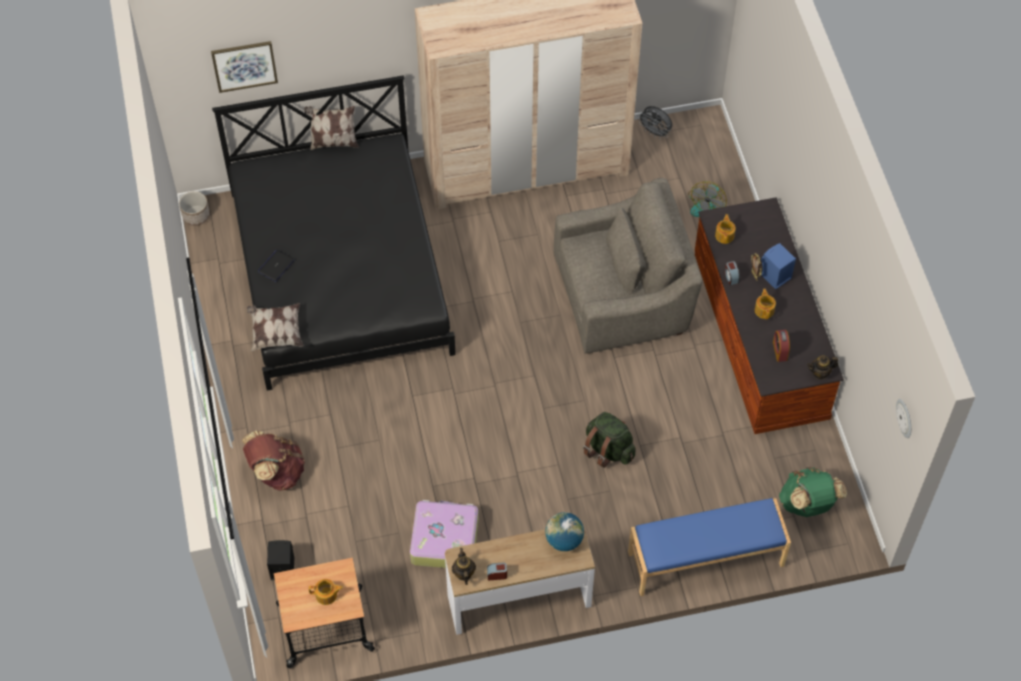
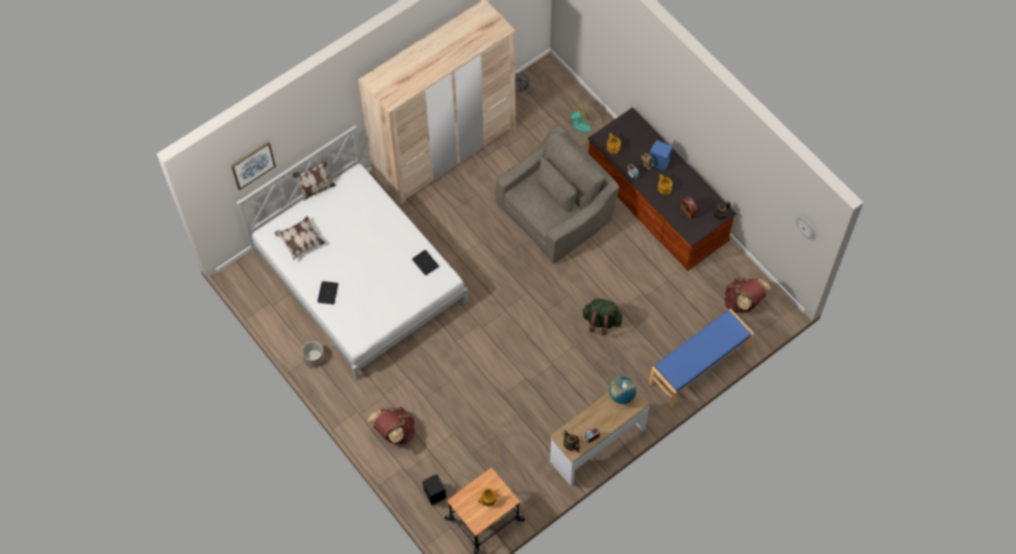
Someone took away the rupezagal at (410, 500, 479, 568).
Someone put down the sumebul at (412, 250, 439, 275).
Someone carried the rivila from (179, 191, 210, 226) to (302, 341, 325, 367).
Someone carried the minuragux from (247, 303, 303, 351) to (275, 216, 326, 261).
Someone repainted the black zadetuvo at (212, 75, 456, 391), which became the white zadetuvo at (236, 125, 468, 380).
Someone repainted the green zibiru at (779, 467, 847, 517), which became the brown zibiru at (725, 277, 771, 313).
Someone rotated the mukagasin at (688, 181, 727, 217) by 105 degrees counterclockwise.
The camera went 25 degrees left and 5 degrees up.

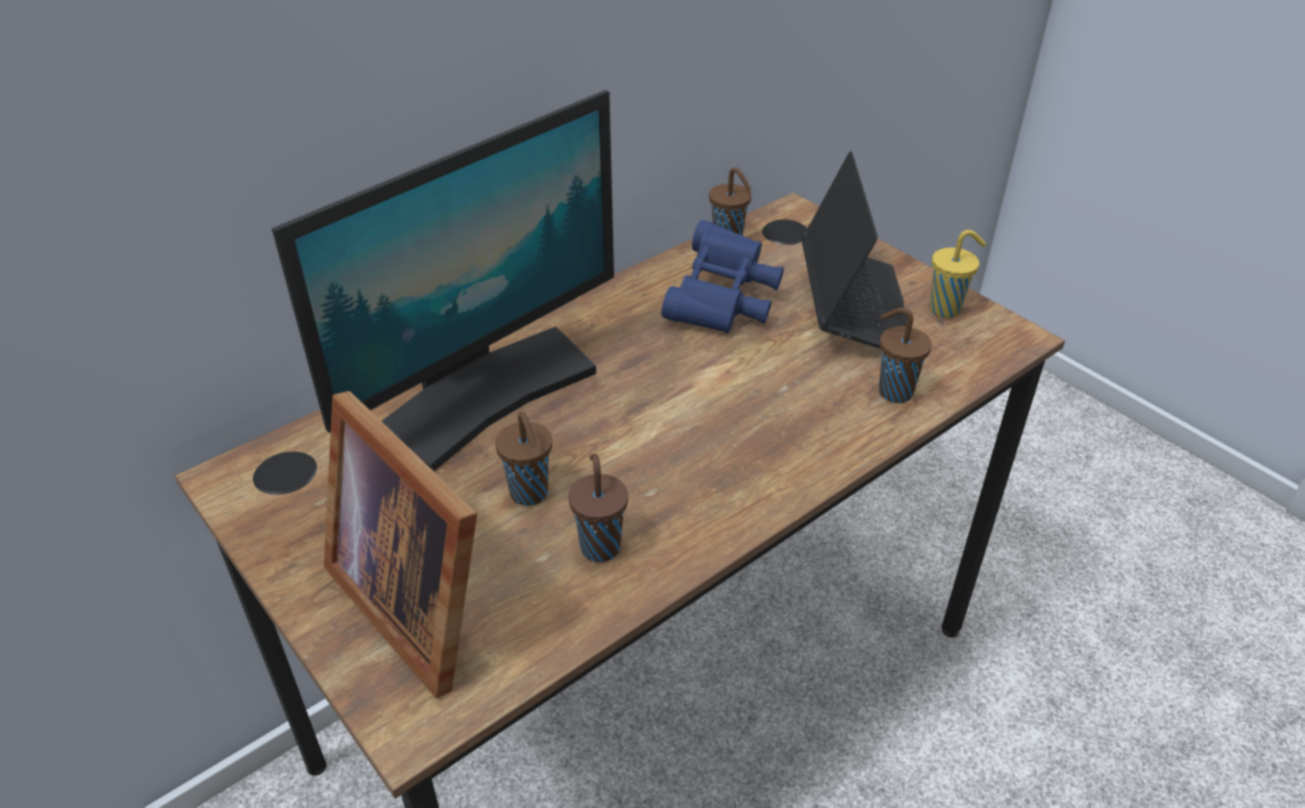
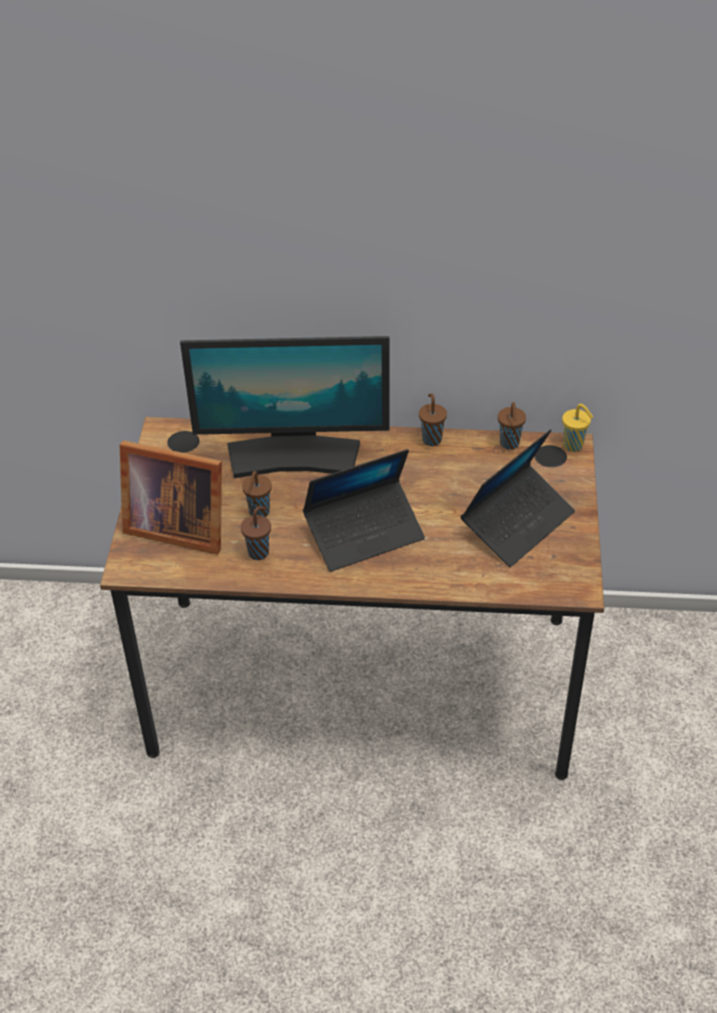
Someone took away the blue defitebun at (661, 220, 784, 334).
Someone put down the sumebul at (303, 449, 425, 572).
Someone carried the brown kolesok from (879, 308, 932, 403) to (419, 393, 447, 446).
Someone carried the yellow kolesok from (929, 230, 986, 318) to (562, 404, 593, 452).
Someone rotated the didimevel at (324, 391, 477, 698) by 75 degrees counterclockwise.
The camera went 45 degrees right and 5 degrees up.

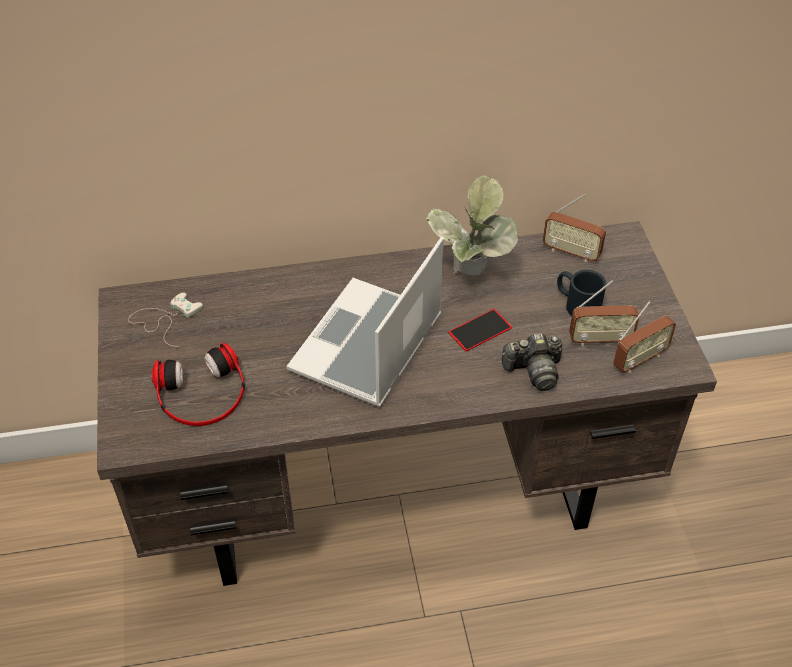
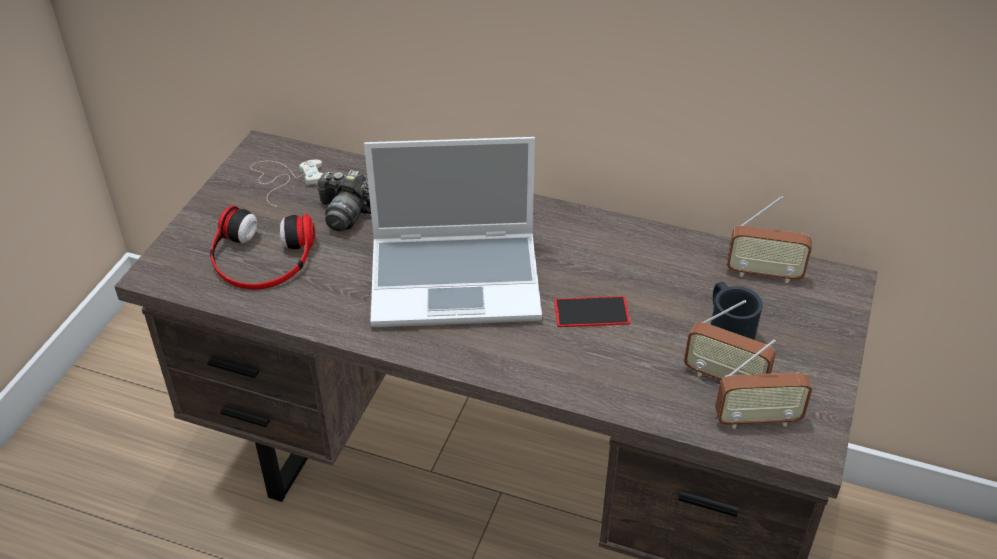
Someone took away the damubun at (425, 175, 518, 276).
Someone carried the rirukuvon from (502, 333, 563, 391) to (317, 170, 371, 232).
Someone rotated the sumebul at (286, 237, 444, 407) by 150 degrees counterclockwise.
Someone rotated the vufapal at (543, 194, 606, 263) by 45 degrees counterclockwise.
The camera went 30 degrees right and 5 degrees down.

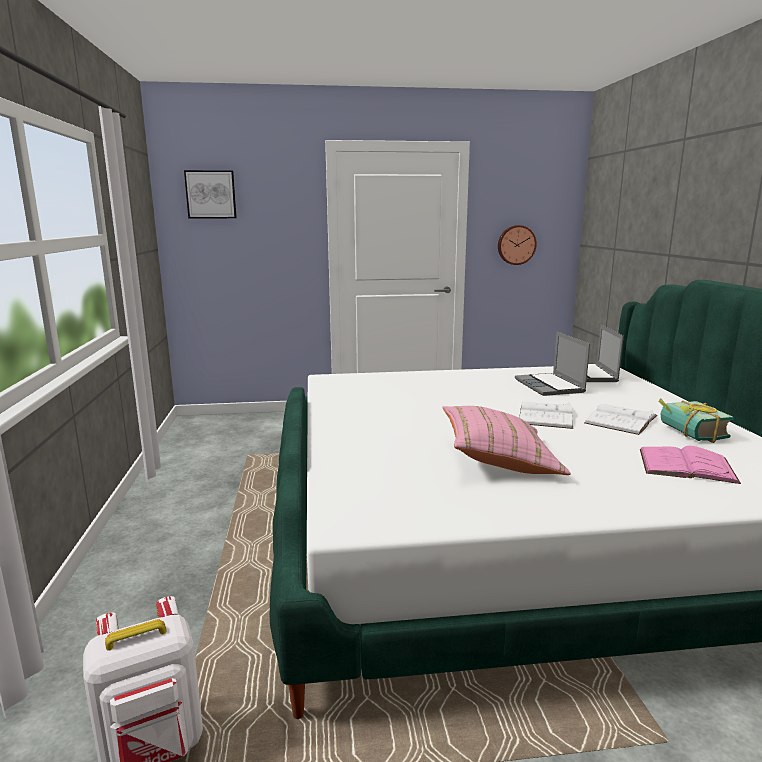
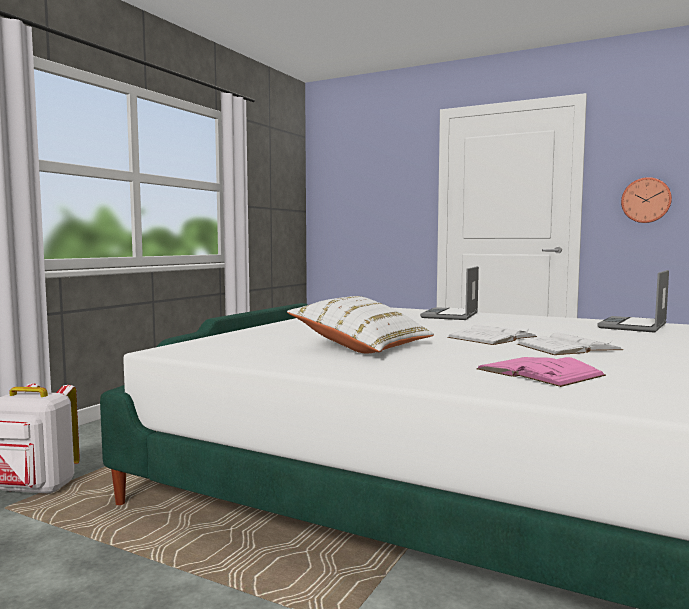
Someone took away the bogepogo at (184, 170, 237, 219).
Someone took away the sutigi at (658, 399, 734, 443).
Someone carried the sumebul from (515, 332, 590, 396) to (420, 266, 479, 320).
Someone repainted the pink minuragux at (442, 406, 571, 475), which became the white minuragux at (287, 296, 434, 353).
The camera went 35 degrees right and 10 degrees down.

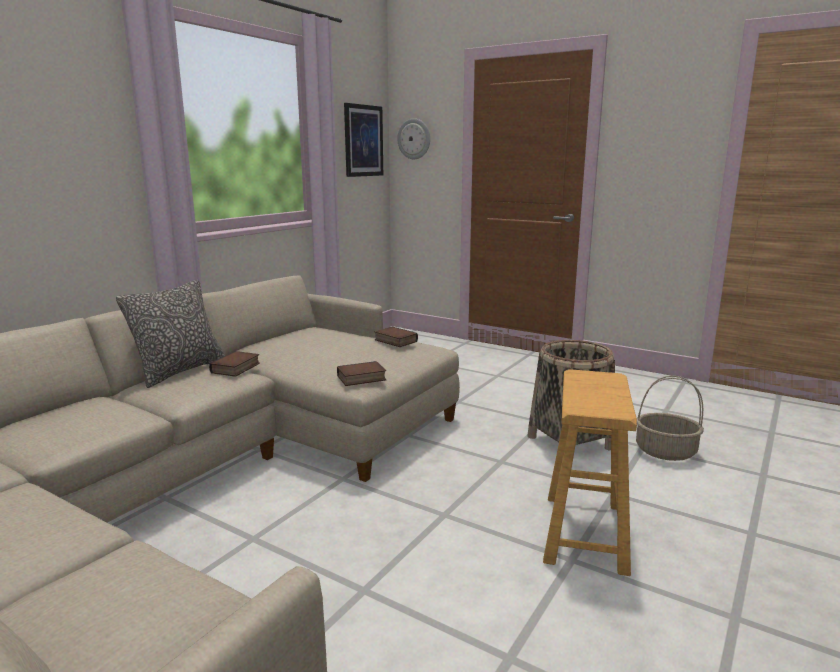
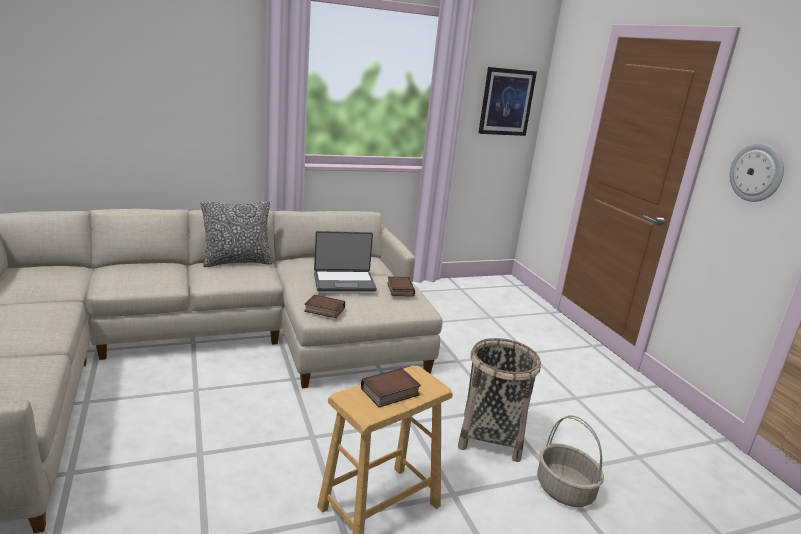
Someone put down the sumebul at (314, 231, 377, 292).
Someone carried the sutigi from (209, 351, 260, 377) to (361, 368, 421, 407).
Someone carried the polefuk from (397, 118, 430, 159) to (729, 143, 784, 202).
The camera went 35 degrees right and 5 degrees up.

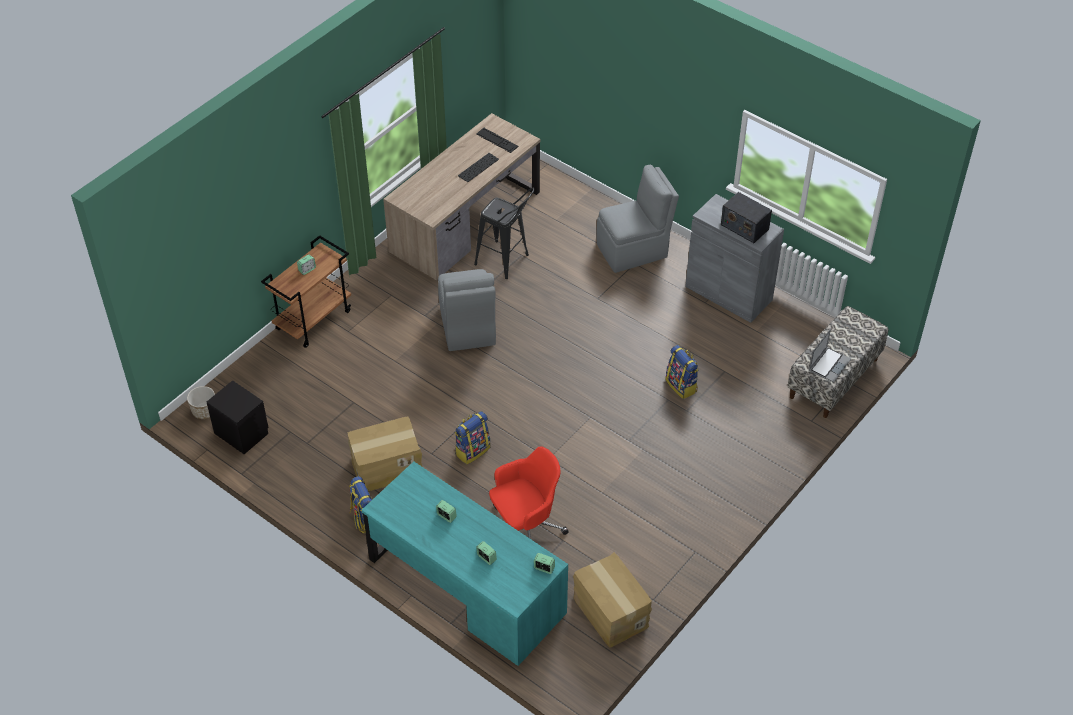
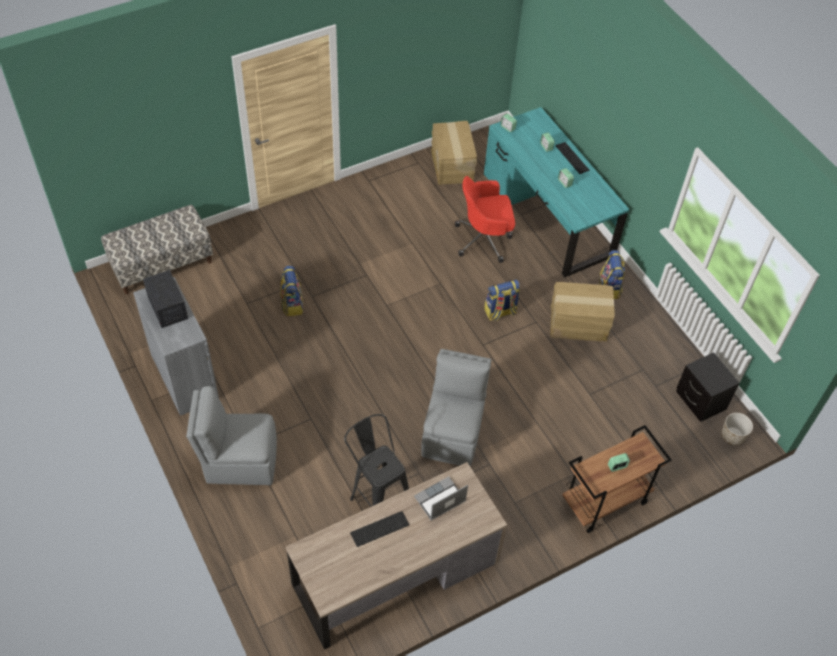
Someone carried the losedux from (476, 128, 518, 153) to (556, 142, 590, 174).
Someone carried the sumebul from (809, 329, 851, 383) to (414, 476, 468, 520).
The camera went 160 degrees left and 5 degrees up.

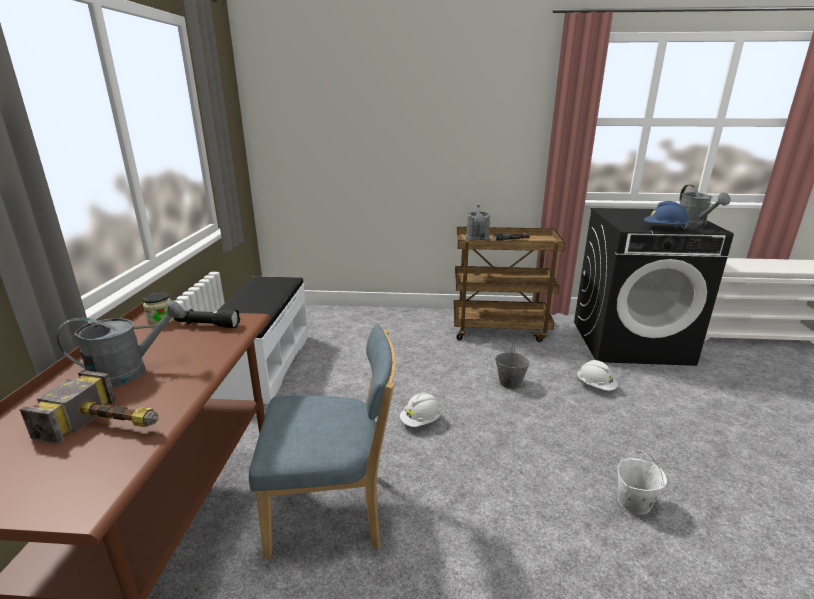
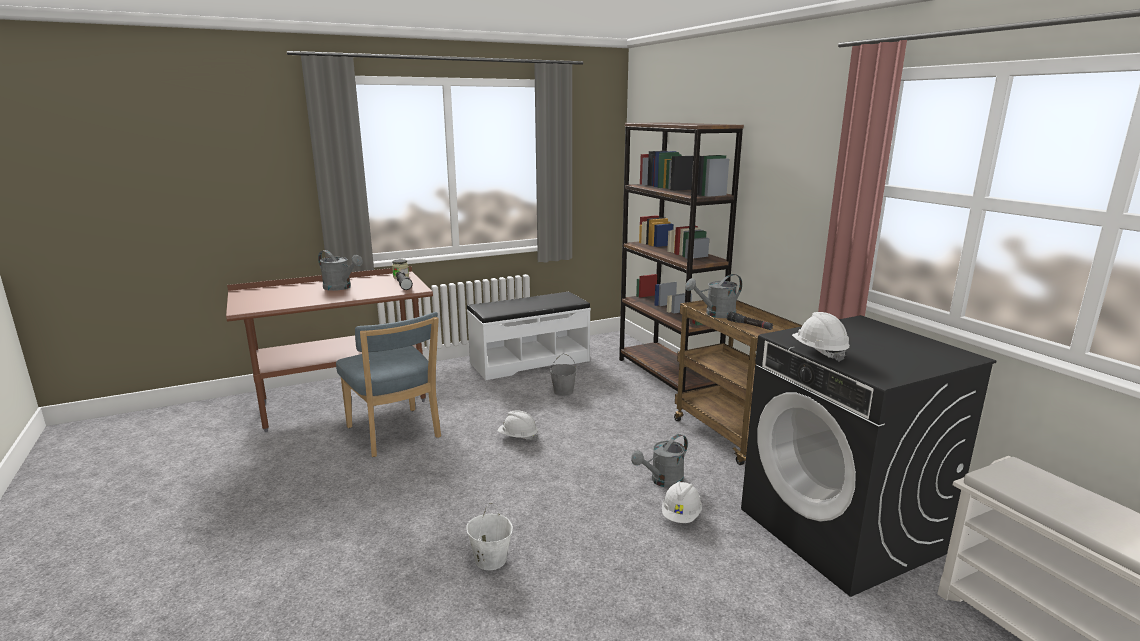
Someone took away the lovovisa at (19, 370, 159, 444).
Someone put down the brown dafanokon at (619, 122, 744, 393).
Someone carried the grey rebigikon from (495, 343, 530, 389) to (550, 353, 577, 396).
Someone carried the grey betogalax from (680, 185, 731, 228) to (631, 434, 688, 488).
Someone repainted the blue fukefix at (644, 201, 689, 230), which became the white fukefix at (792, 312, 850, 362).
The camera went 60 degrees right and 5 degrees down.

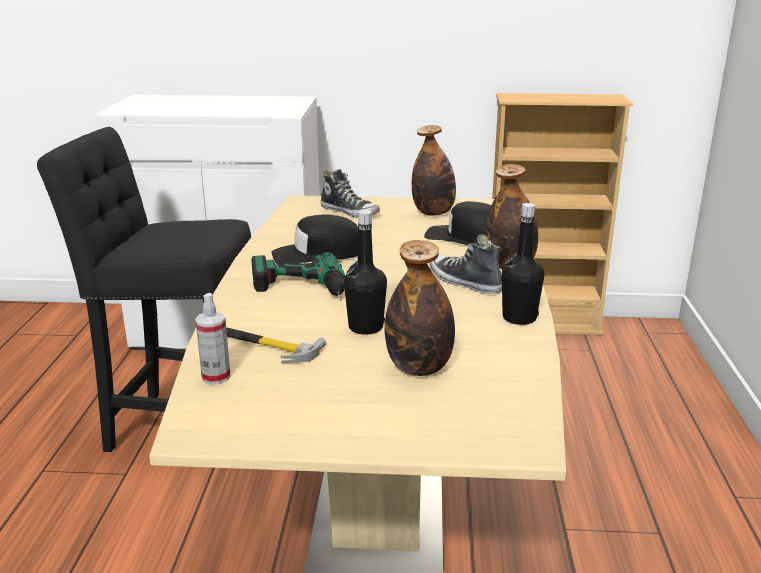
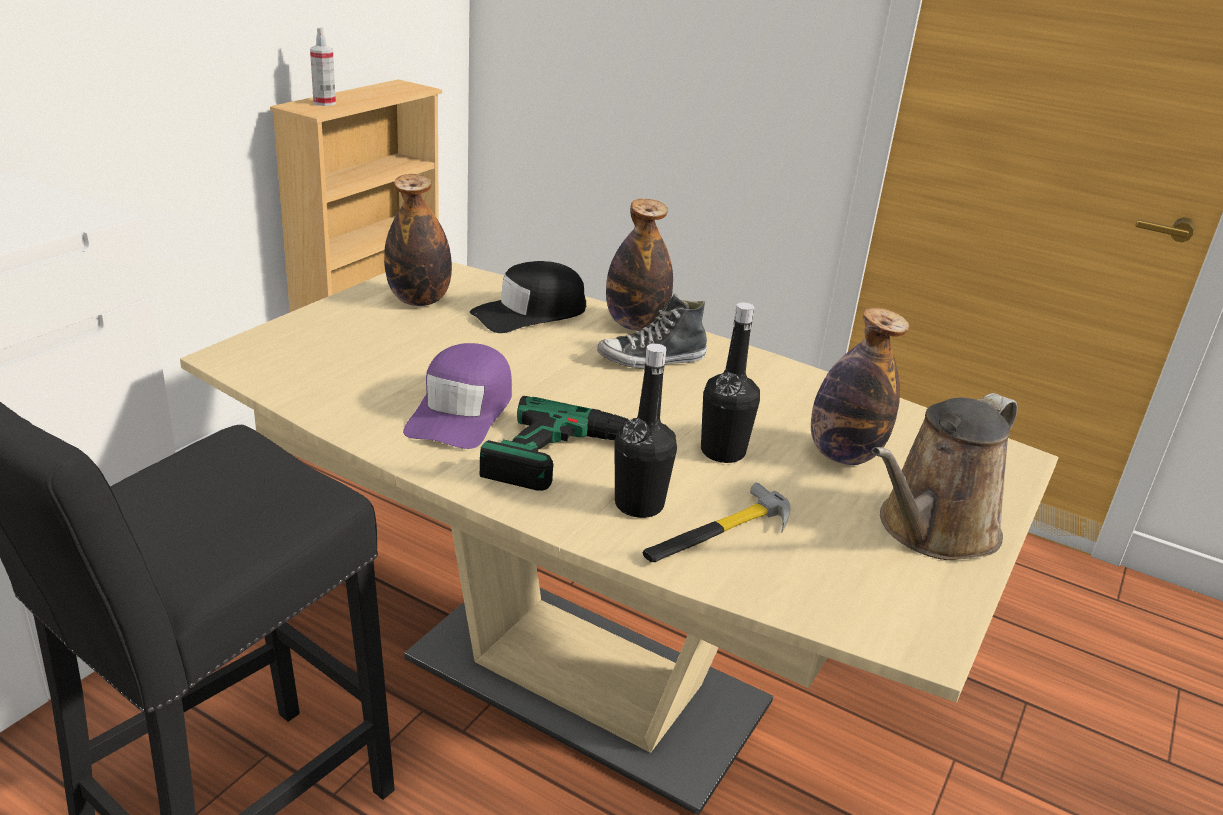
Someone took away the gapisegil at (321, 169, 380, 218).
Someone put down the brown betogalax at (871, 393, 1017, 560).
Someone carried the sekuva from (195, 293, 231, 385) to (310, 27, 336, 106).
Someone carried the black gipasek from (502, 203, 544, 325) to (615, 344, 677, 518).
Someone repainted the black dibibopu at (271, 215, 359, 265), which became the purple dibibopu at (403, 343, 512, 449).
The camera went 65 degrees left and 5 degrees up.

